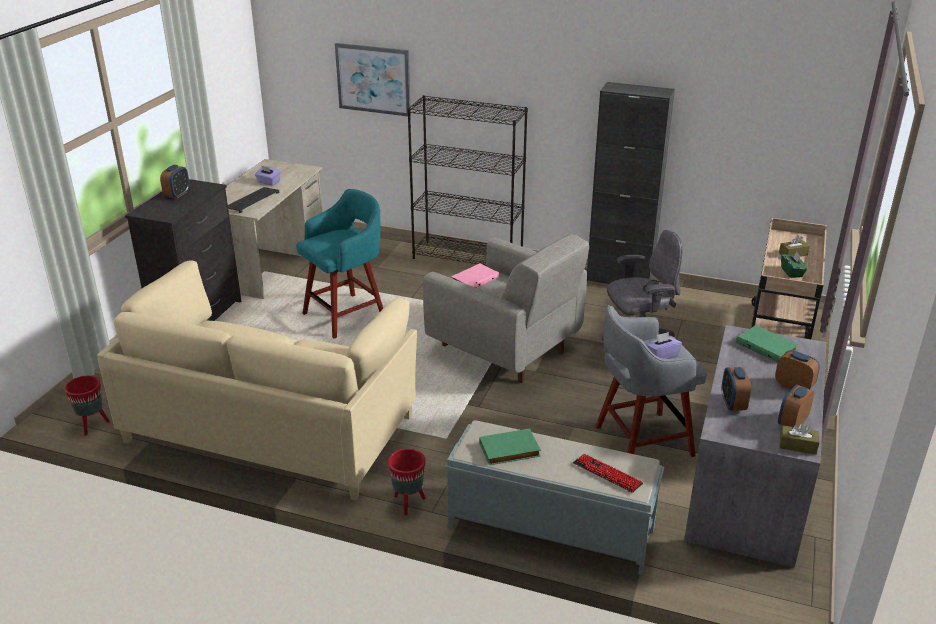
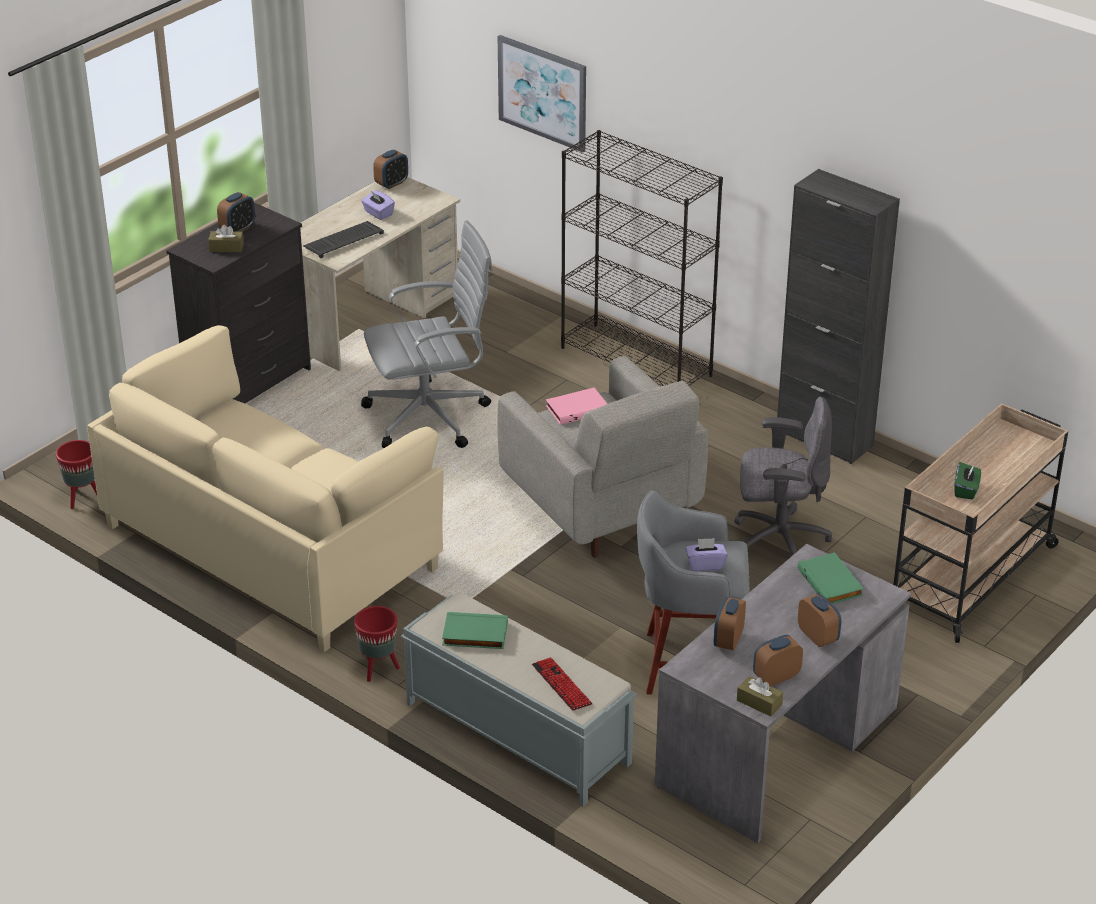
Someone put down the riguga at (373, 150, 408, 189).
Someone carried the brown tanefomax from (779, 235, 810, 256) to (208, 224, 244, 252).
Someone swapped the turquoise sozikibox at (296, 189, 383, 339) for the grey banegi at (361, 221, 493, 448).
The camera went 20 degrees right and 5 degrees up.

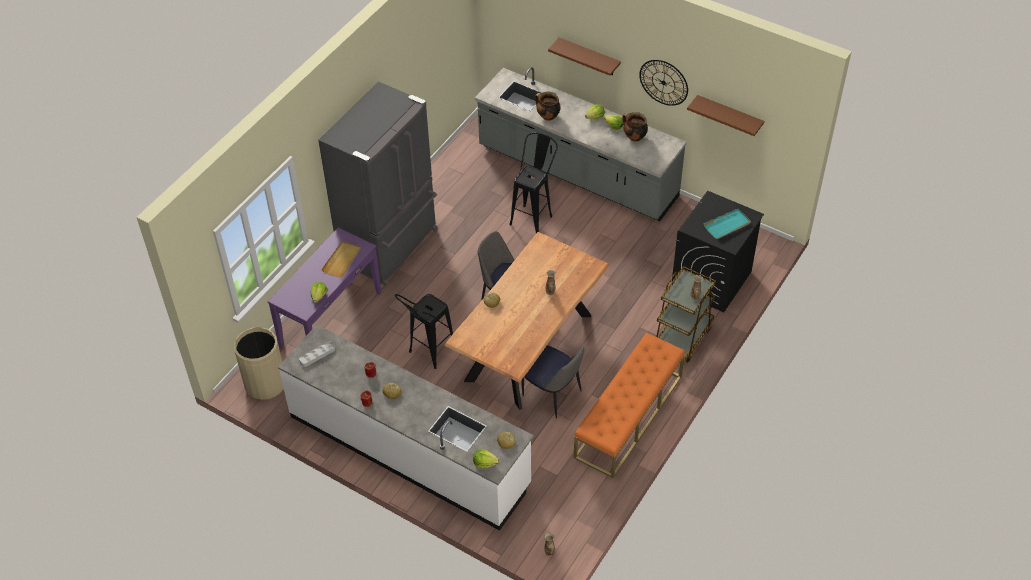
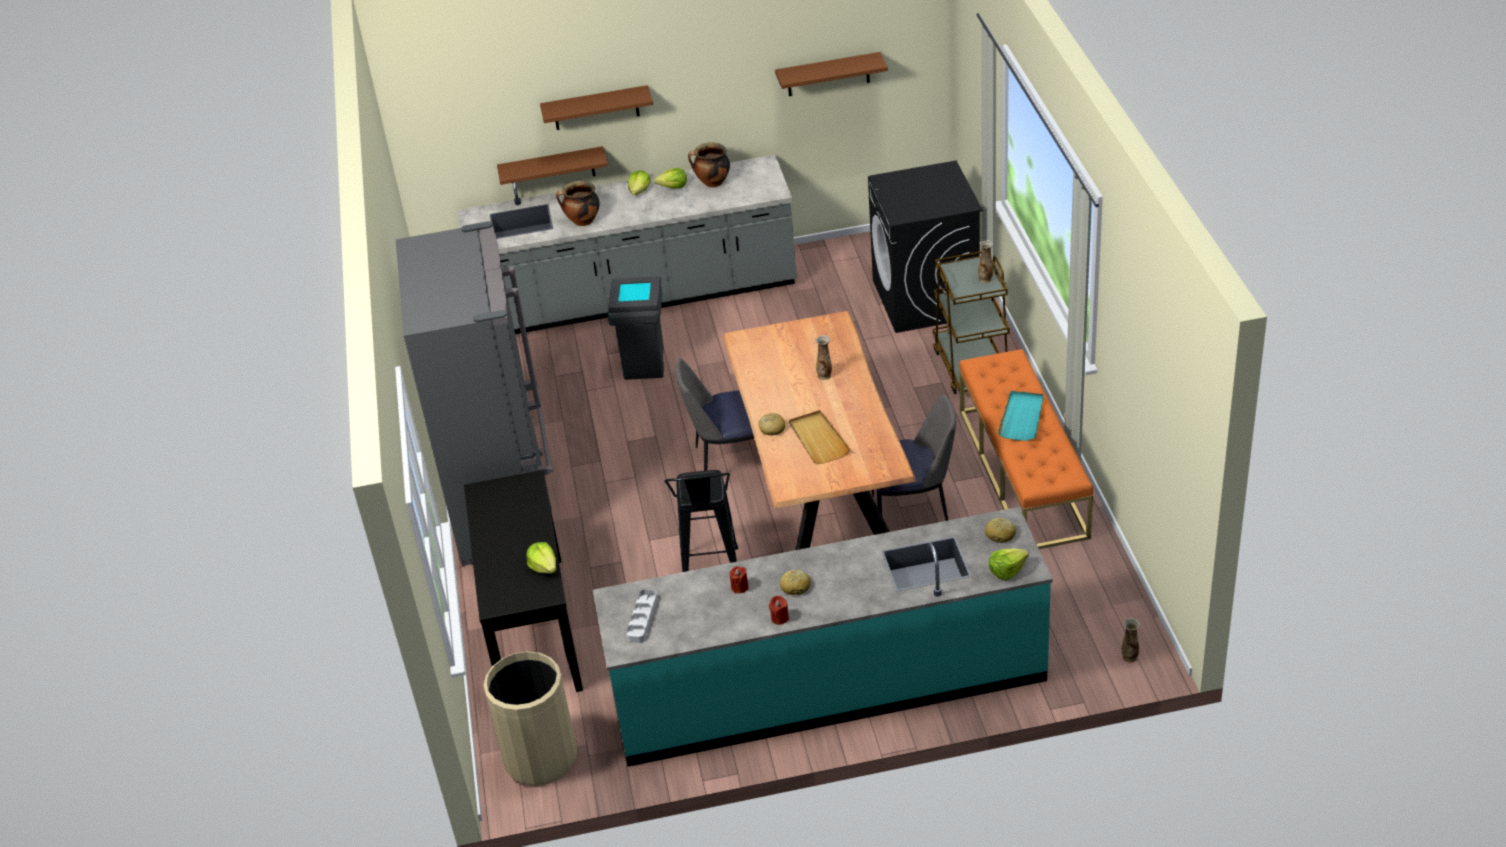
Someone took away the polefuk at (639, 60, 688, 106).
Someone put up the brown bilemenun at (497, 146, 608, 185).
Someone carried the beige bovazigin from (321, 241, 361, 277) to (789, 410, 850, 464).
Someone carried the turquoise bovazigin from (704, 208, 751, 239) to (997, 391, 1044, 441).
Someone swapped the black sozikibox at (509, 132, 558, 233) for the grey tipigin at (608, 276, 664, 380).
Someone repainted the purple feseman at (267, 227, 382, 348), which became the black feseman at (464, 470, 583, 692).
Someone repainted the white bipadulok at (278, 325, 534, 531), which became the turquoise bipadulok at (593, 507, 1052, 766).
The camera went 40 degrees left and 10 degrees down.

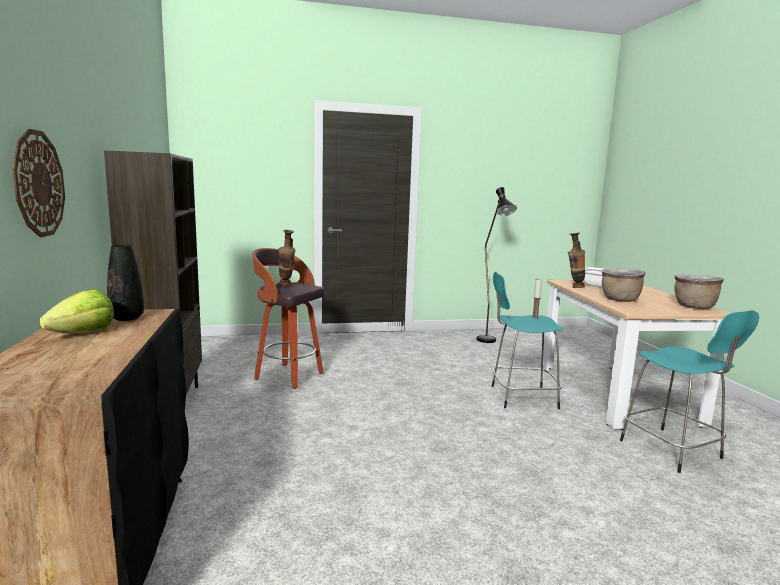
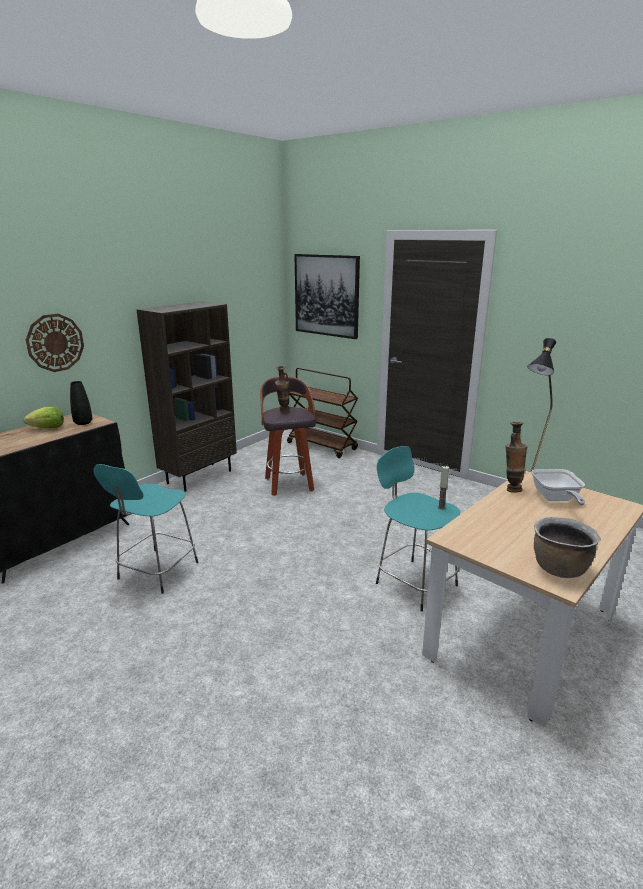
Someone took away the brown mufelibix at (601, 268, 646, 302).
Someone put down the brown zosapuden at (287, 368, 358, 458).
Someone put up the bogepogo at (294, 254, 360, 339).
Someone carried the turquoise sozikibox from (620, 310, 759, 473) to (93, 464, 198, 594).
The camera went 50 degrees right and 10 degrees up.

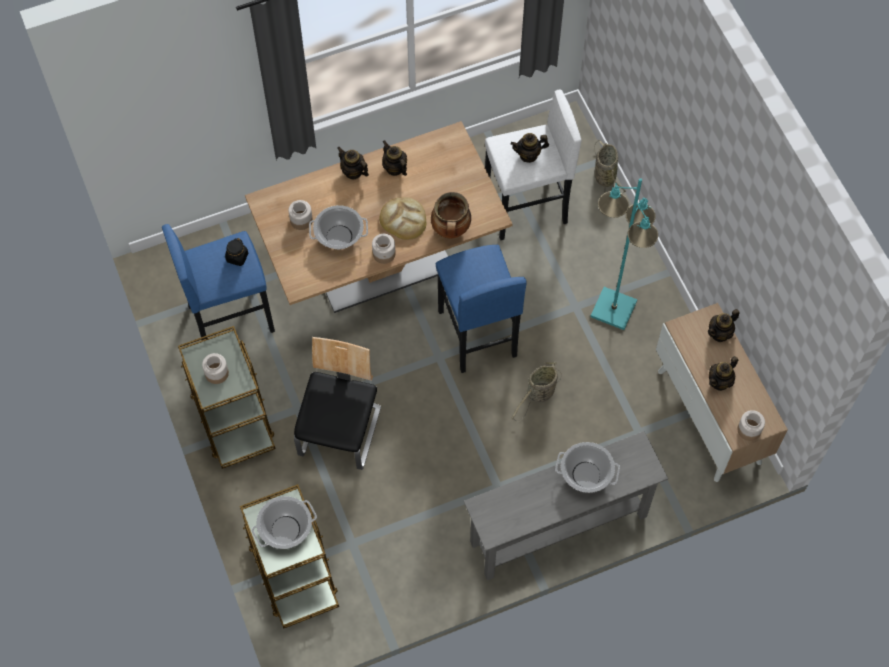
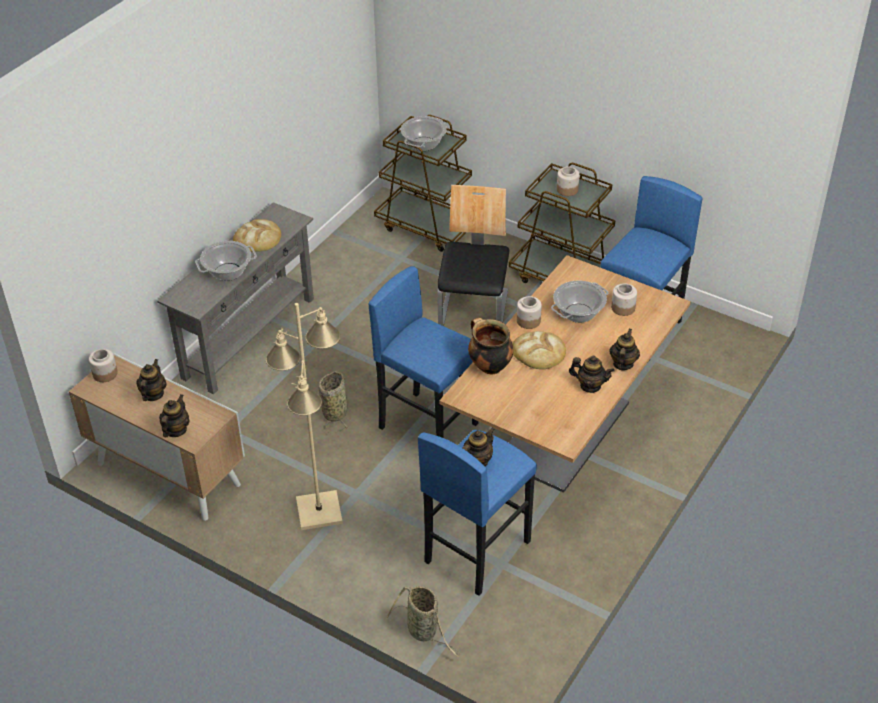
Someone took away the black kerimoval at (225, 238, 248, 266).
Someone put down the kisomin at (233, 219, 281, 252).
Someone repainted the white sozikibox at (485, 90, 582, 240), which became the blue sozikibox at (418, 430, 537, 596).
Someone repainted the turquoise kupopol at (590, 178, 658, 330), which became the beige kupopol at (266, 303, 343, 530).
Someone rotated the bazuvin at (294, 337, 381, 470) by 150 degrees counterclockwise.
Someone rotated the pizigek at (337, 147, 369, 179) by 75 degrees counterclockwise.
The camera went 145 degrees right and 20 degrees down.

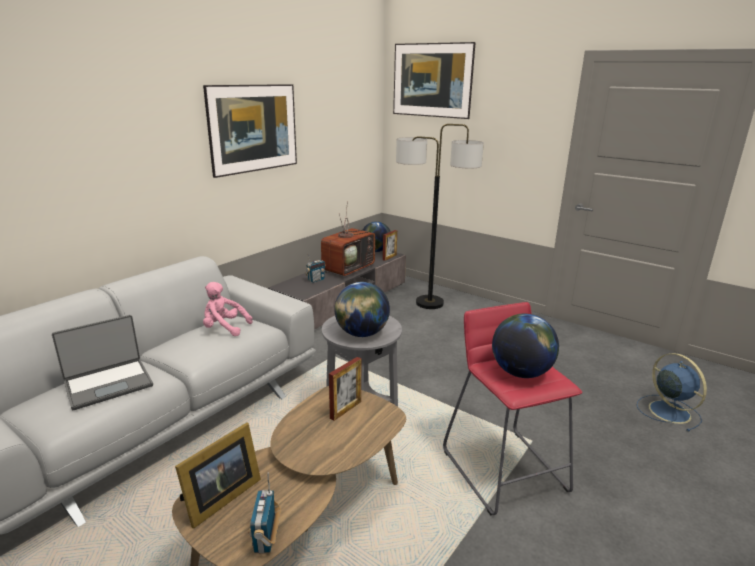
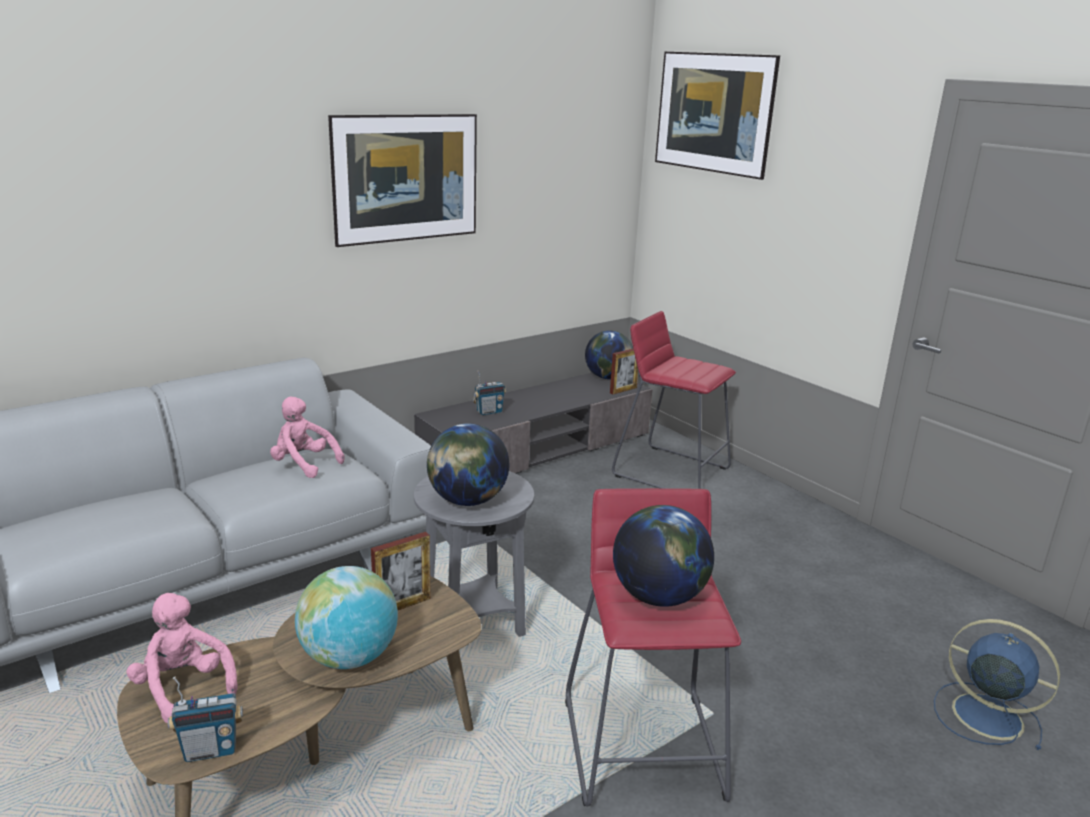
Someone took away the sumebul at (52, 315, 153, 410).
Someone took away the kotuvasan at (321, 201, 375, 277).
Someone put down the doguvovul at (295, 566, 398, 669).
Someone swapped the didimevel at (175, 422, 261, 529) for the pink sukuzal at (126, 593, 237, 723).
Someone swapped the kupopol at (396, 124, 484, 309) for the red sozikibox at (612, 311, 736, 489).
Someone rotated the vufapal at (248, 473, 281, 553) by 120 degrees counterclockwise.
Someone rotated the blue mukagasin at (637, 353, 707, 432) by 45 degrees counterclockwise.
The camera went 15 degrees right and 0 degrees up.

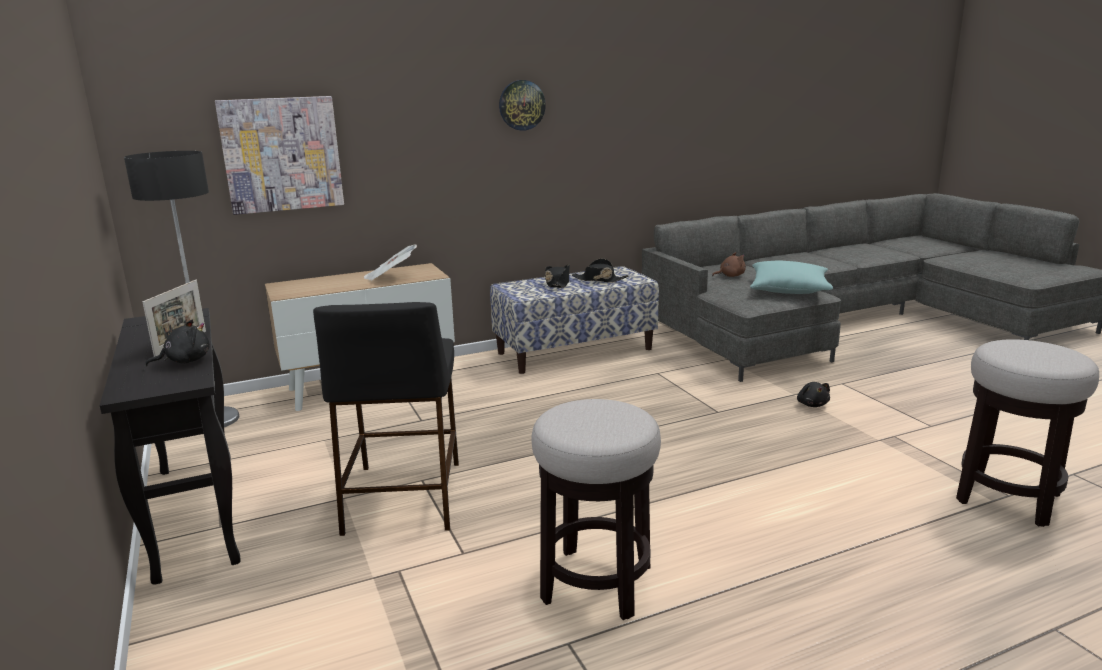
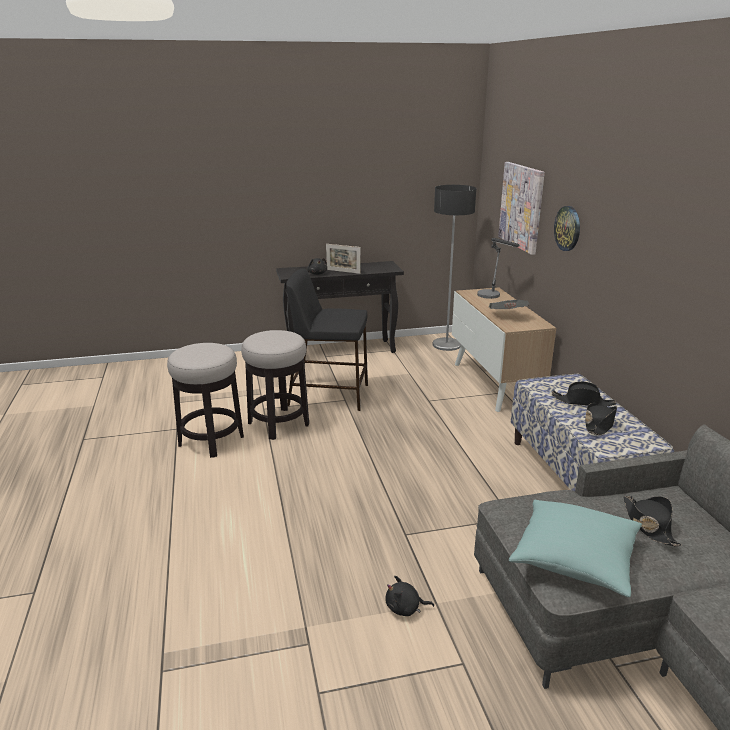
Someone put down the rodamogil at (477, 238, 520, 299).
Someone carried the polefuk from (499, 80, 546, 131) to (554, 206, 580, 251).
Someone carried the sozikibox from (956, 339, 1099, 527) to (241, 330, 309, 440).
Someone swapped the brown sukuzal at (712, 252, 746, 277) for the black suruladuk at (624, 496, 682, 547).
The camera went 100 degrees right and 5 degrees up.

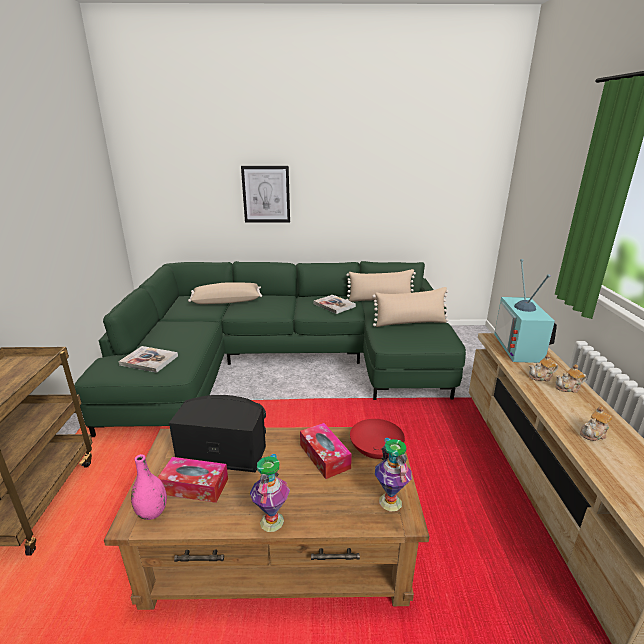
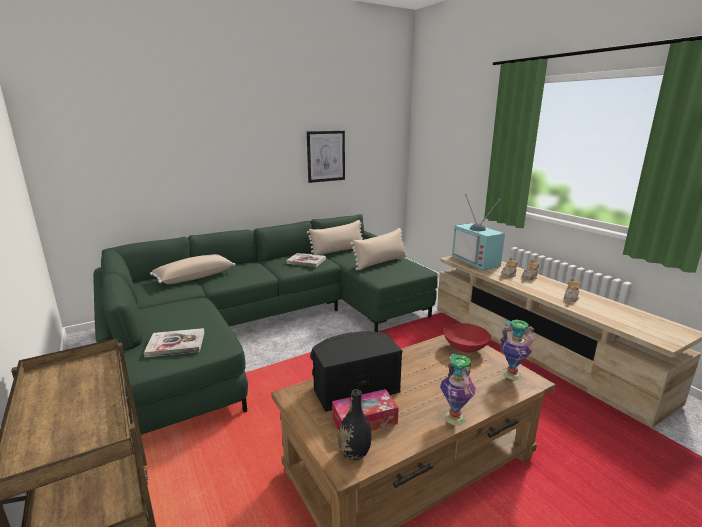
Someone took away the tanefomax at (300, 423, 352, 479).
Someone carried the bogepogo from (241, 166, 290, 223) to (307, 131, 345, 183).
Someone repainted the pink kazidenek at (131, 454, 167, 520), which became the black kazidenek at (338, 389, 372, 460).
The camera went 30 degrees left and 5 degrees down.

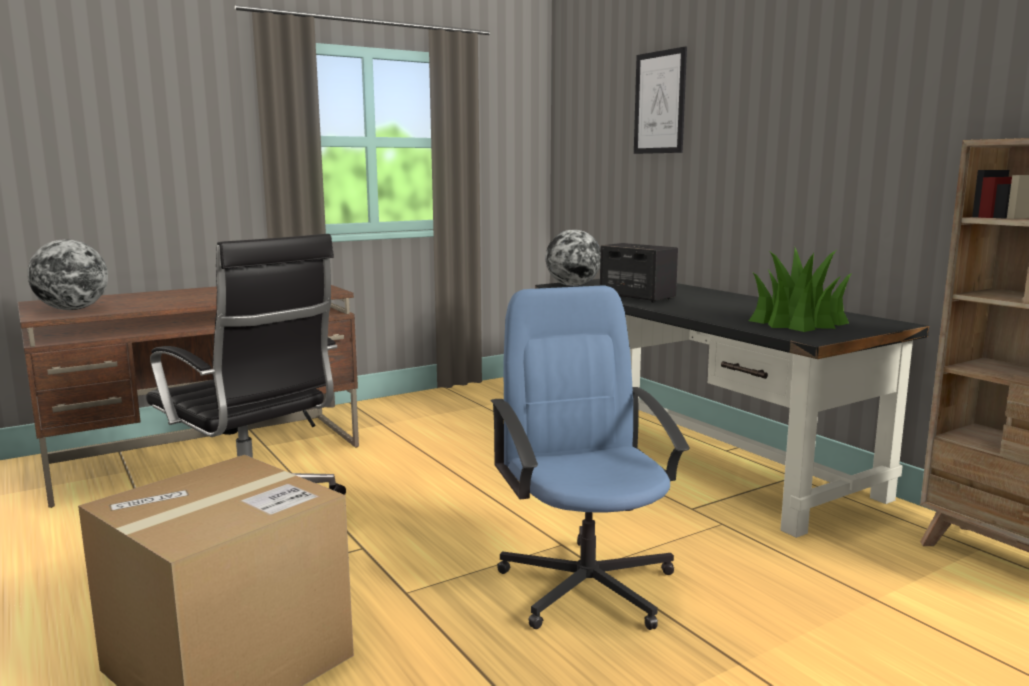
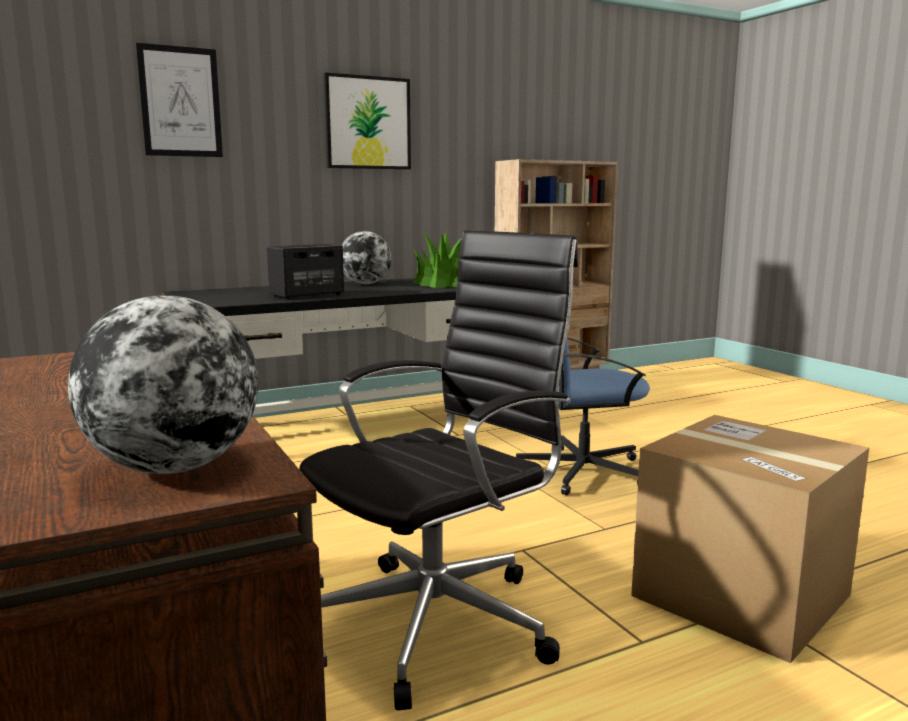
Someone put up the bogepogo at (324, 72, 411, 169).
Someone carried the doguvovul from (546, 229, 601, 286) to (342, 231, 391, 284).
The camera went 85 degrees left and 0 degrees up.

